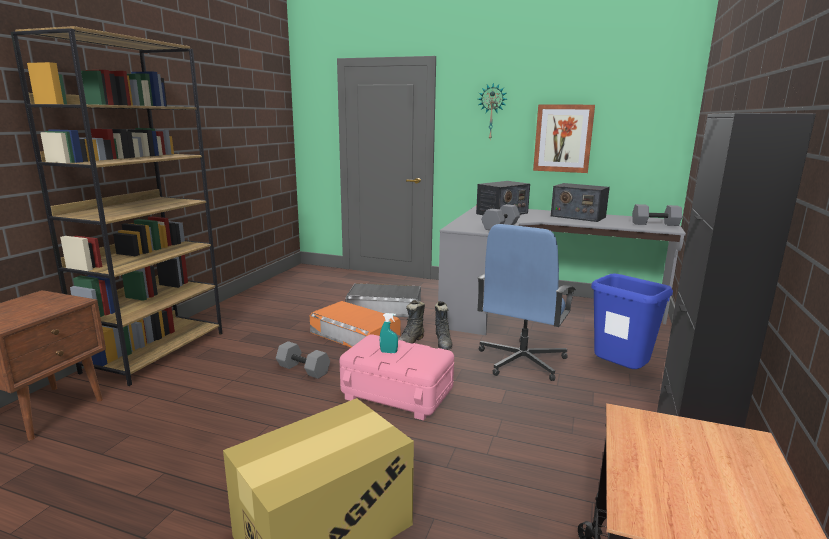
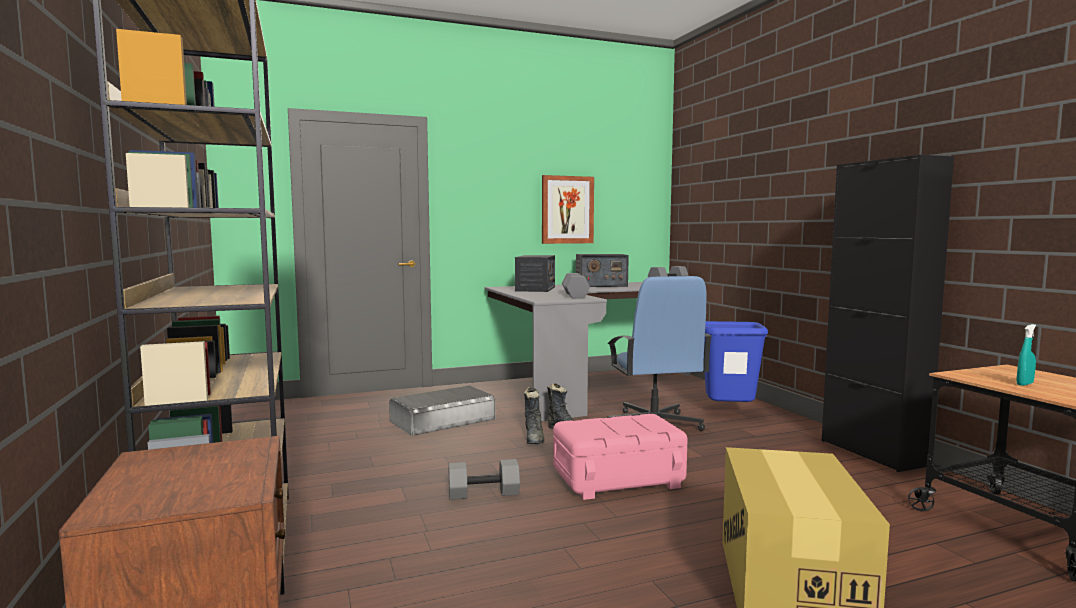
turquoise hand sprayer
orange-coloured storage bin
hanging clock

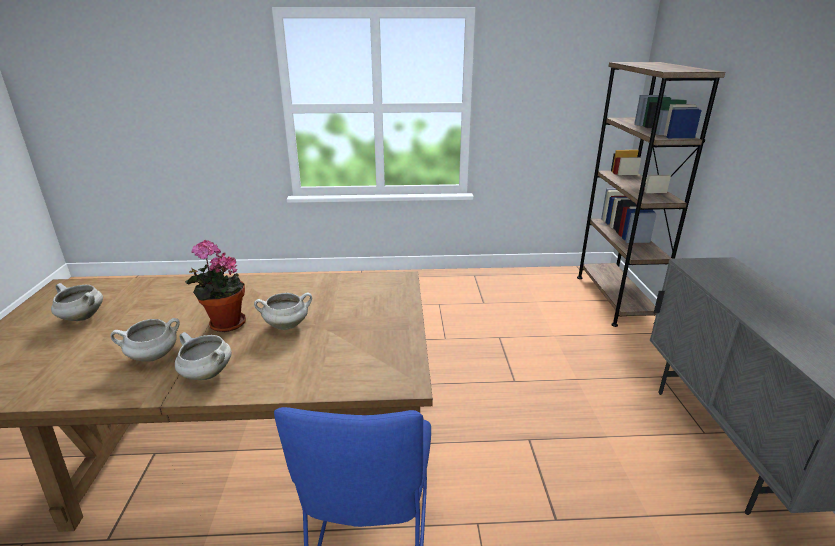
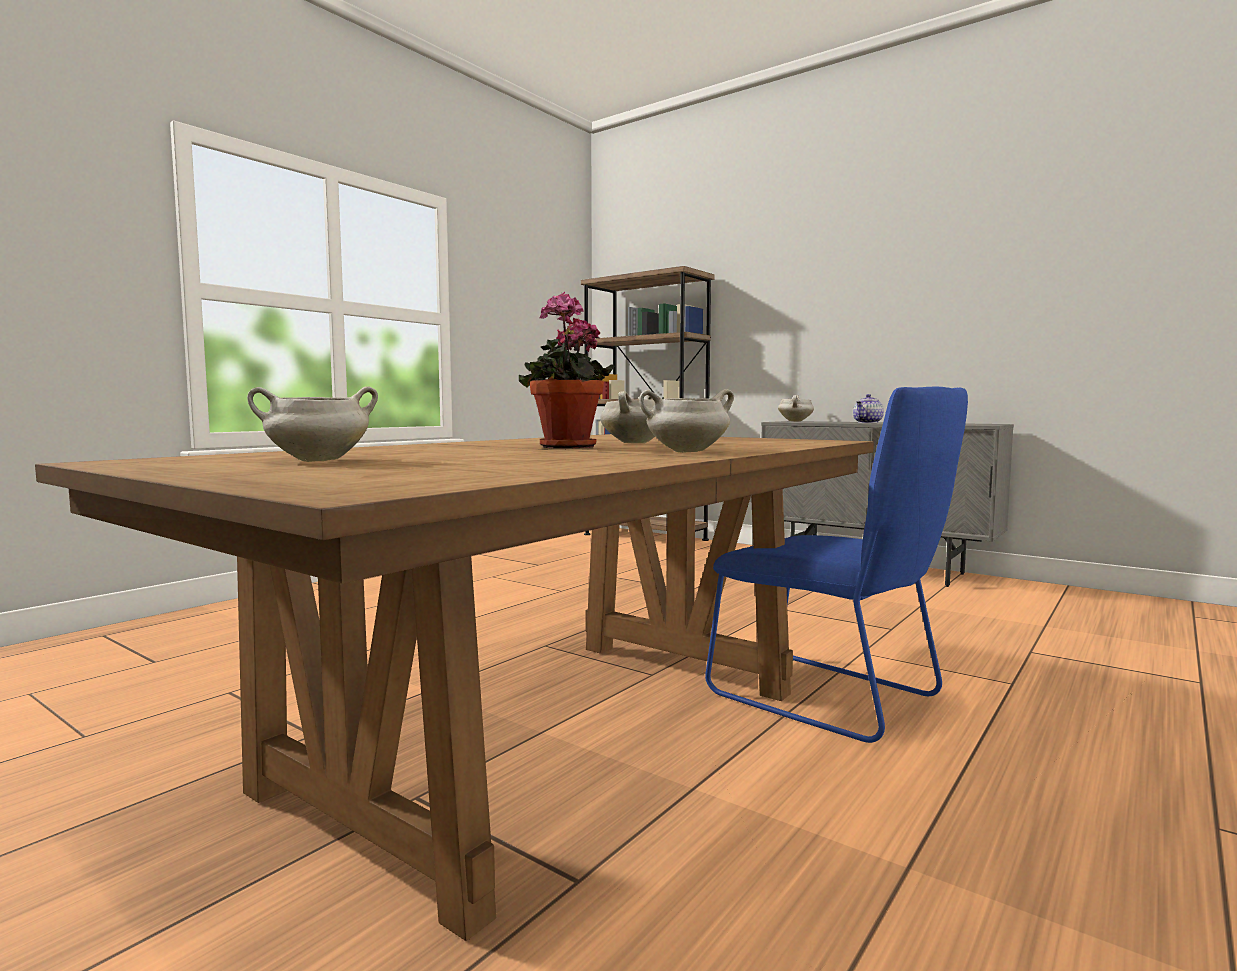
white cooking pot (4th from left)
pot for tea

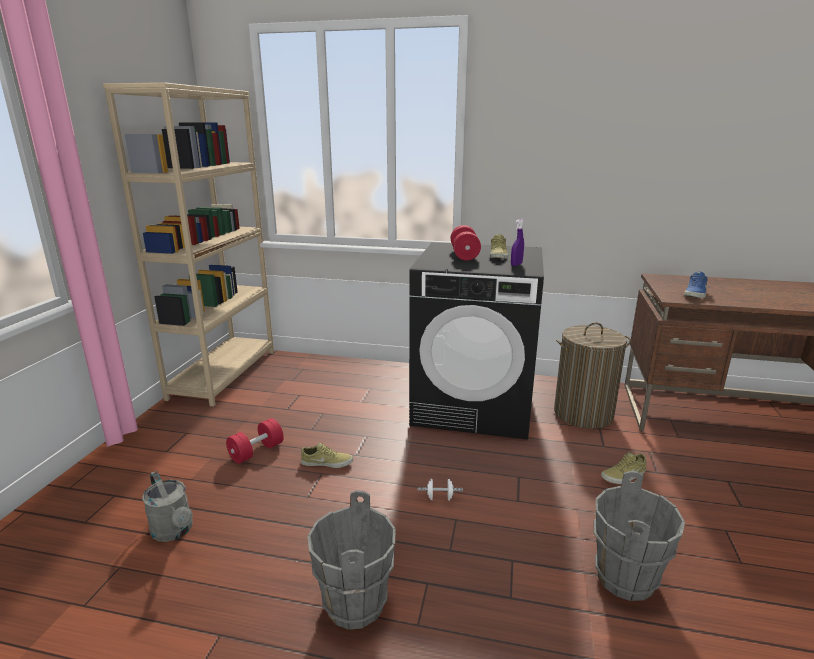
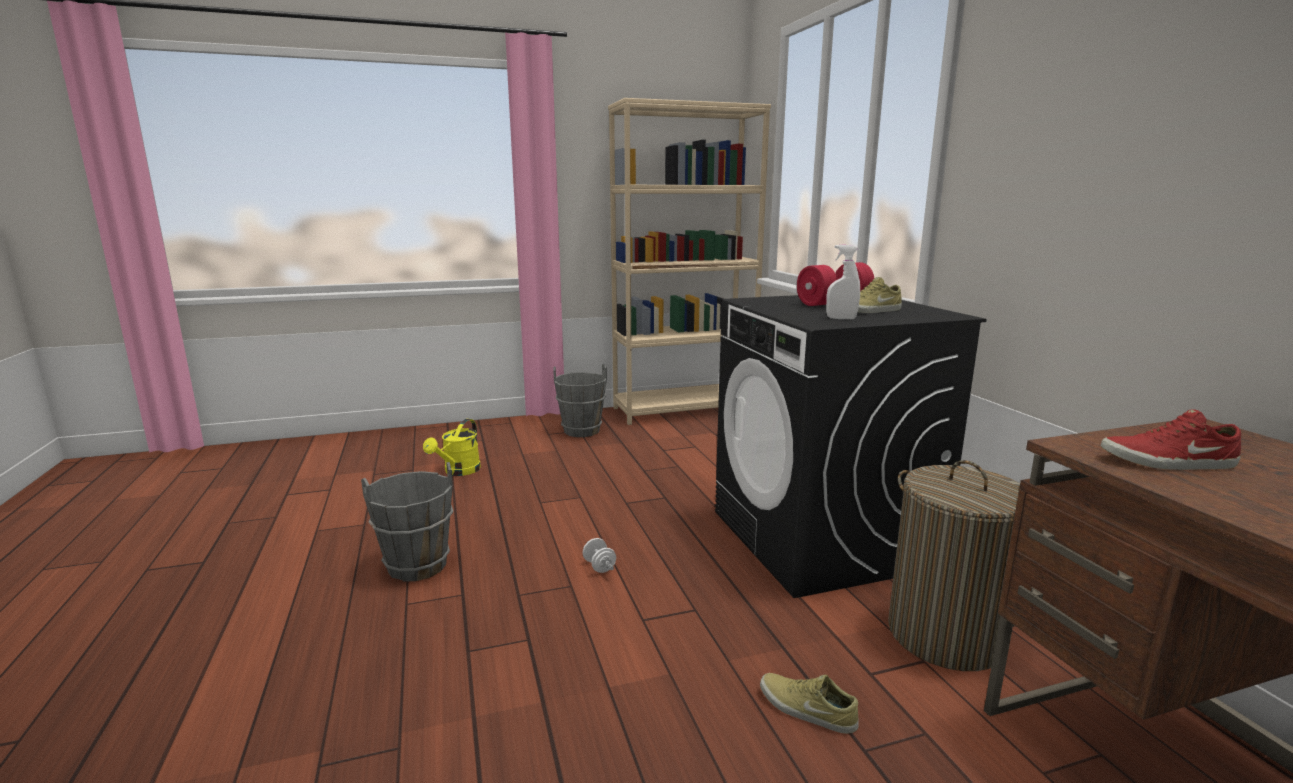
yellow-coloured watering can
greyish pail (2nd from left)
white hand sprayer
reddish item of footwear
reddish dumbbell (1st from left in the first image)
beige-coloured item of footwear (1st from left in the first image)

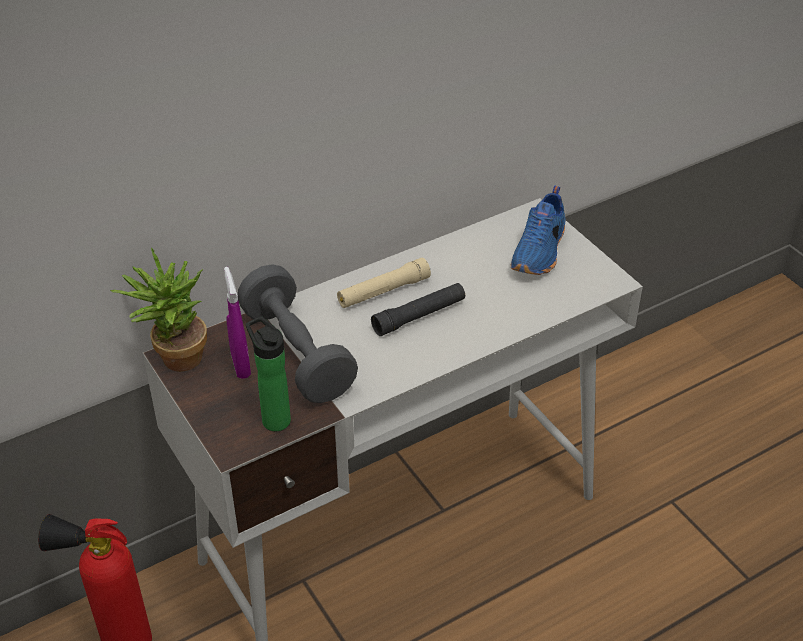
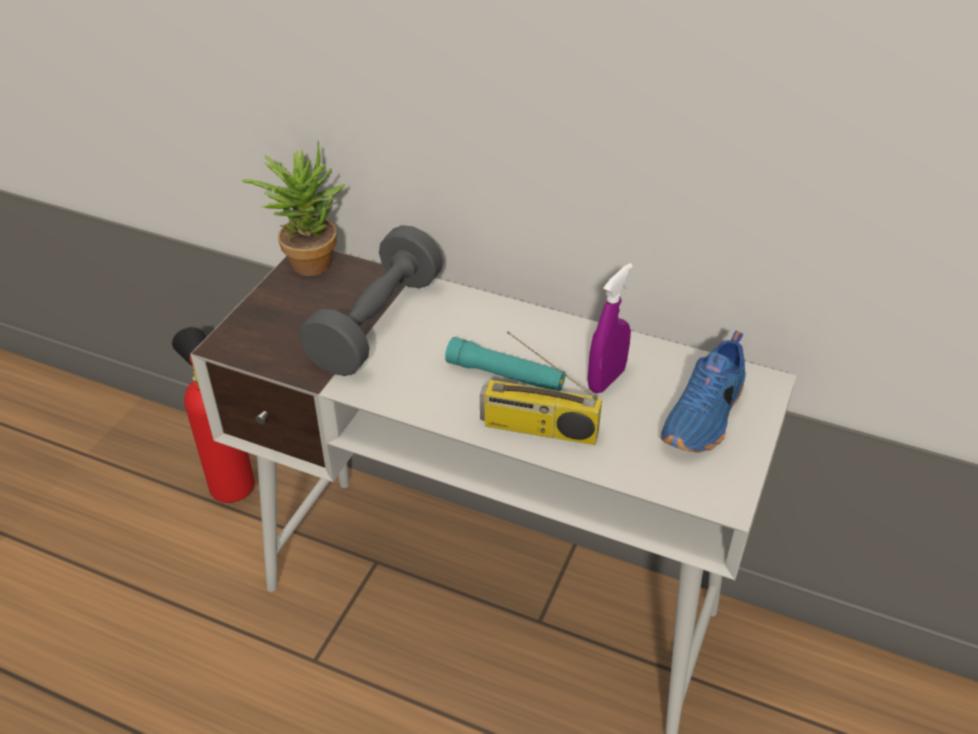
turquoise torch
radio
purple-coloured hand sprayer
blue-coloured item of footwear
drink bottle
beige-coloured torch

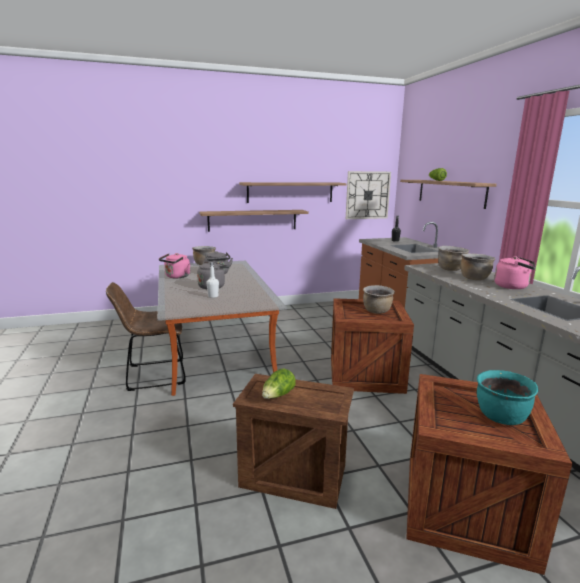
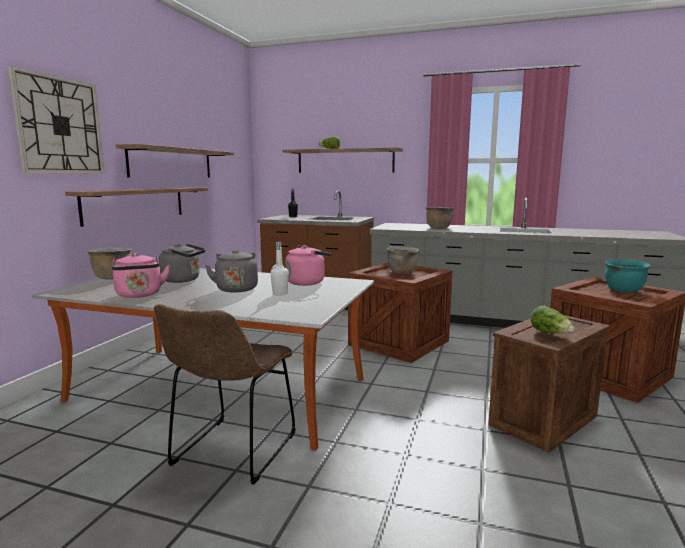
hanging clock
pink-coloured water kettle (2nd from left)
brownish cooking pot (3rd from left in the first image)

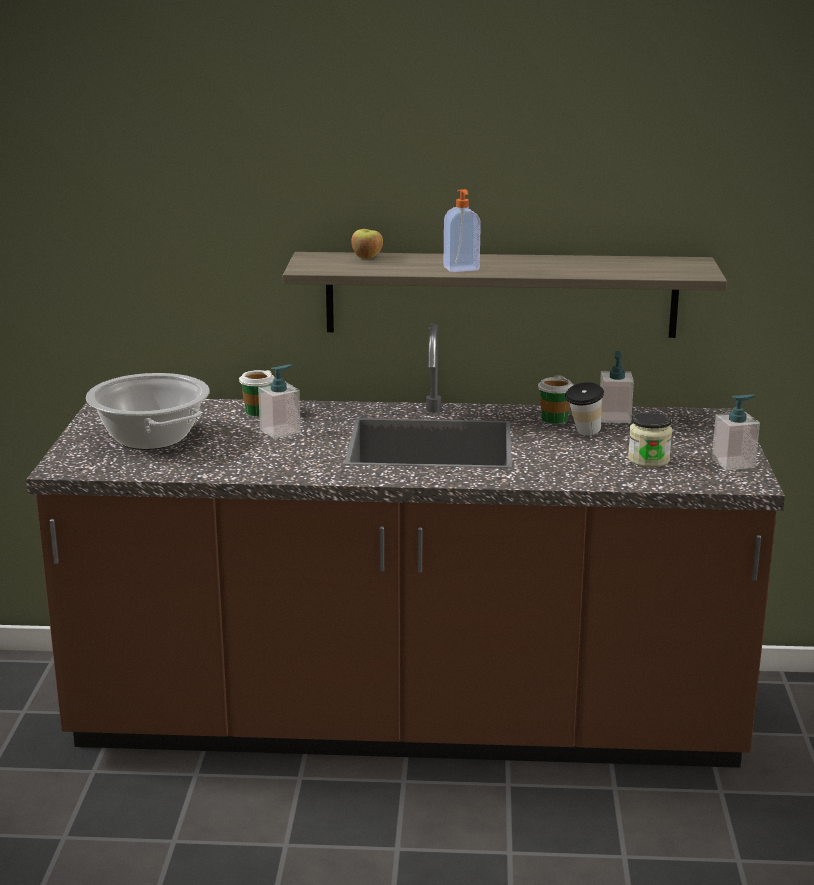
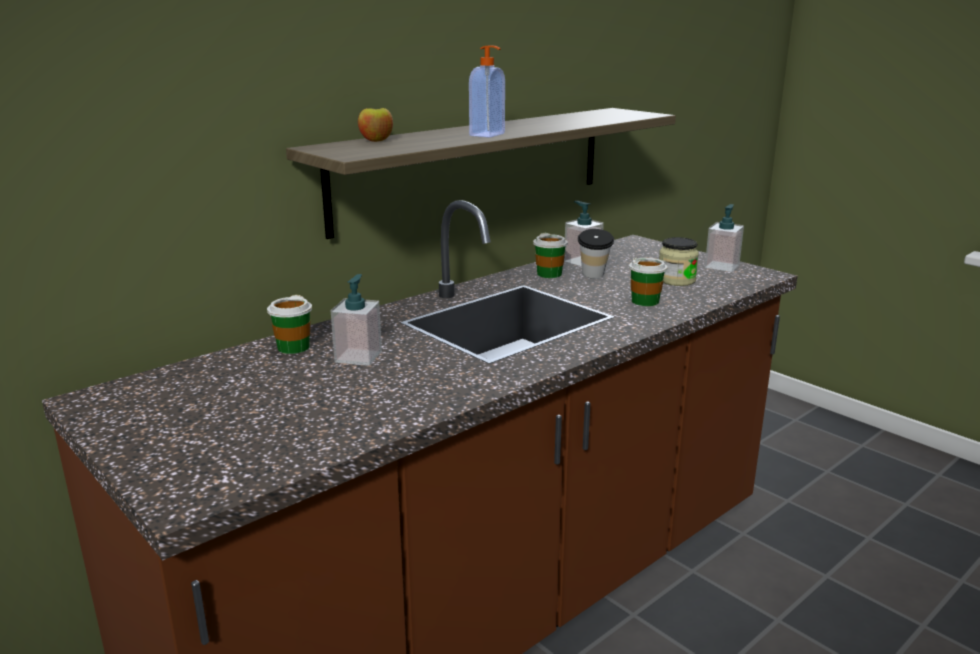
cup (4th from left)
cooking pot

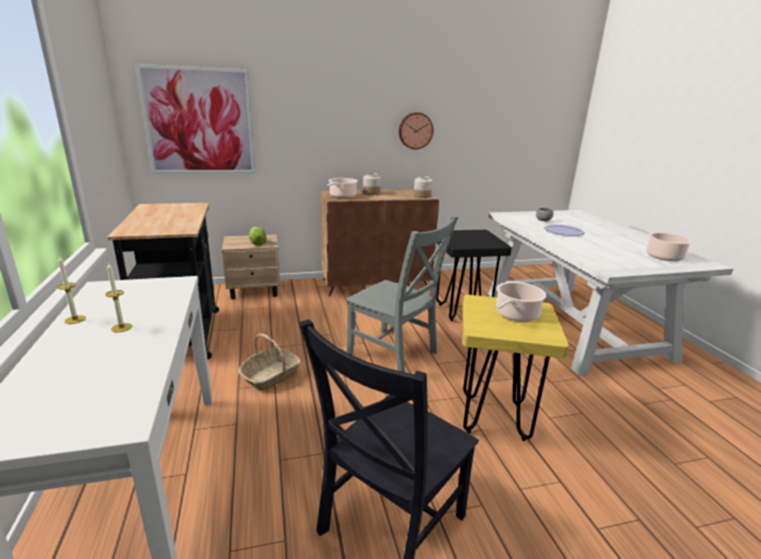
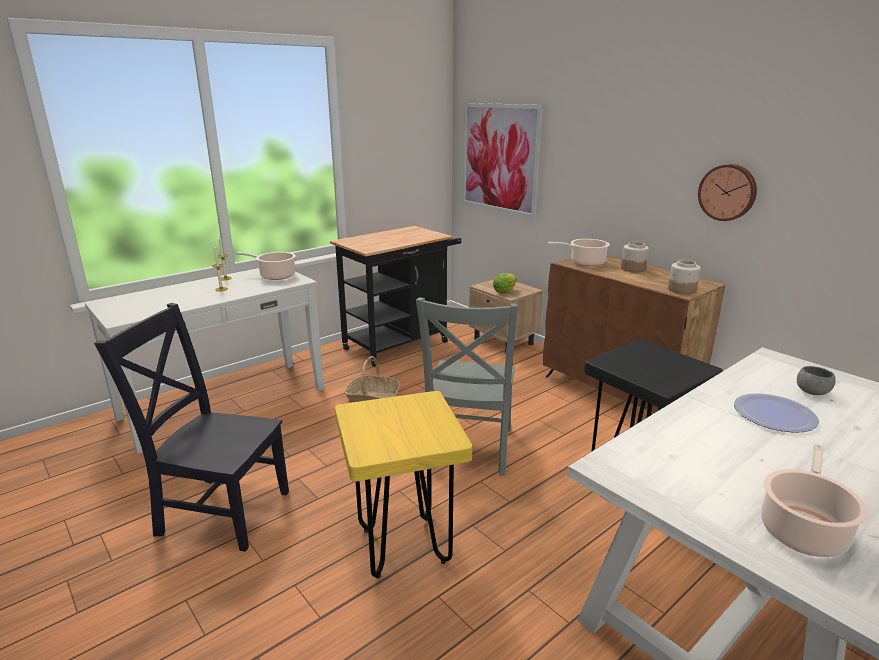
cooking pot (1st from left)

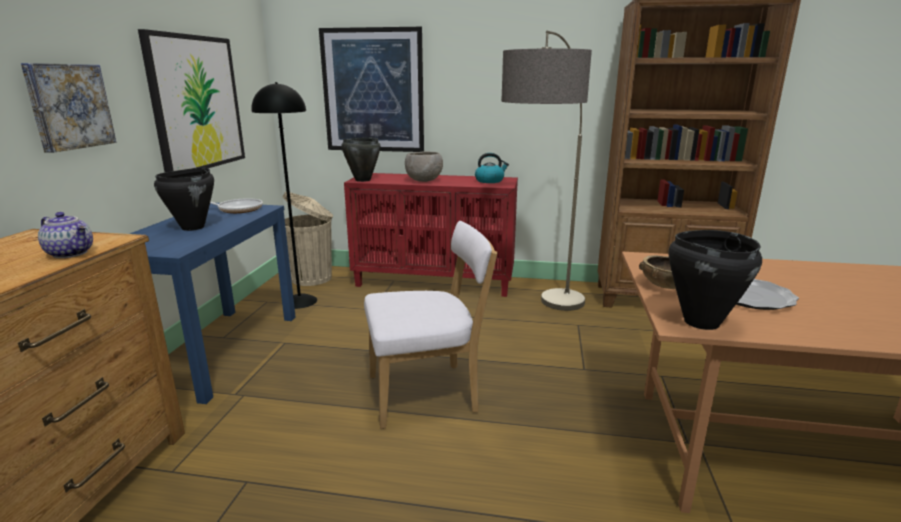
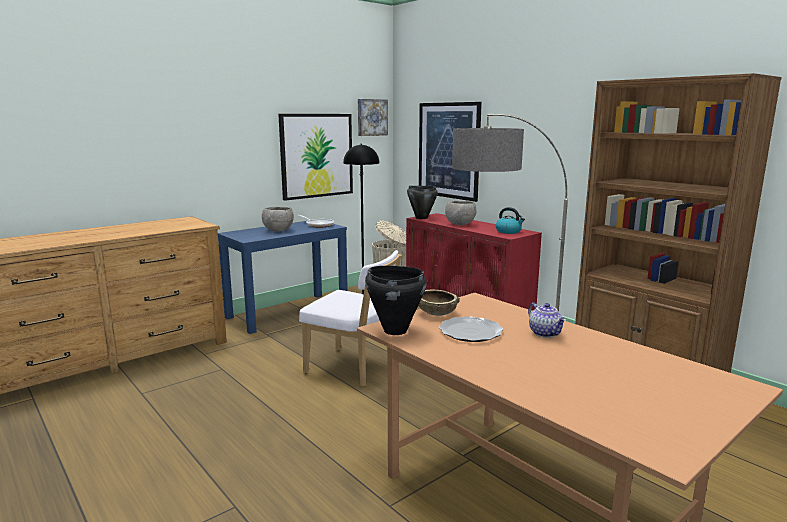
greyish serving bowl (1st from left)
wall picture (2nd from left)
pot for tea

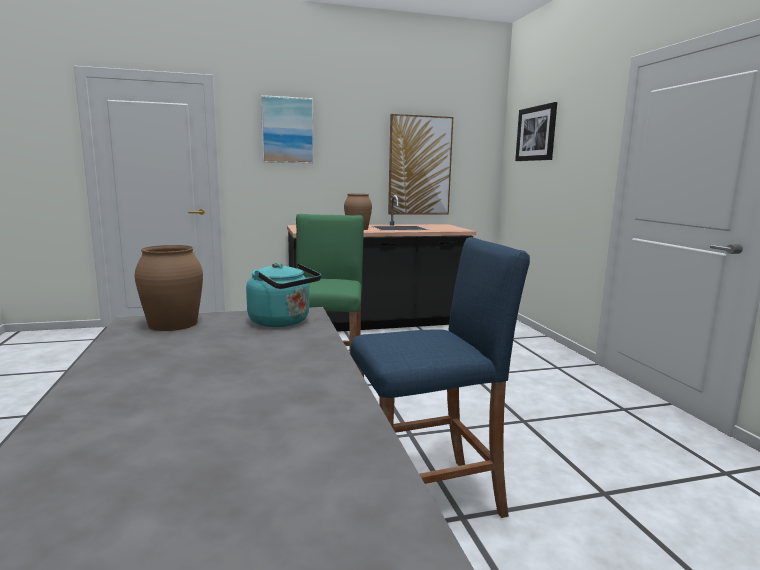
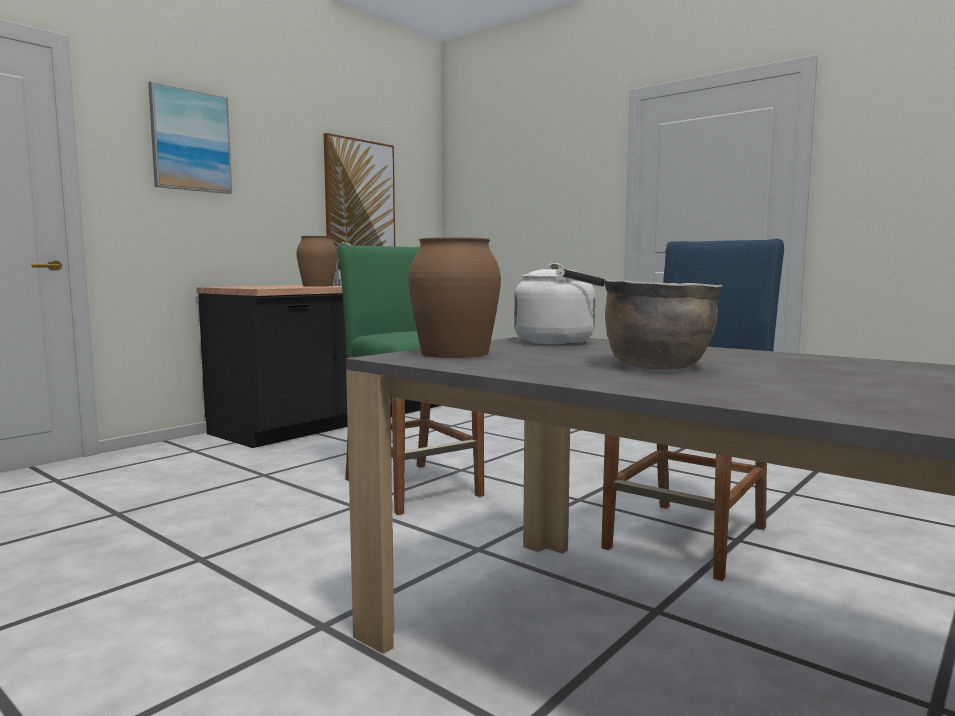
white water kettle
brownish cooking pot
wall picture (3rd from left in the first image)

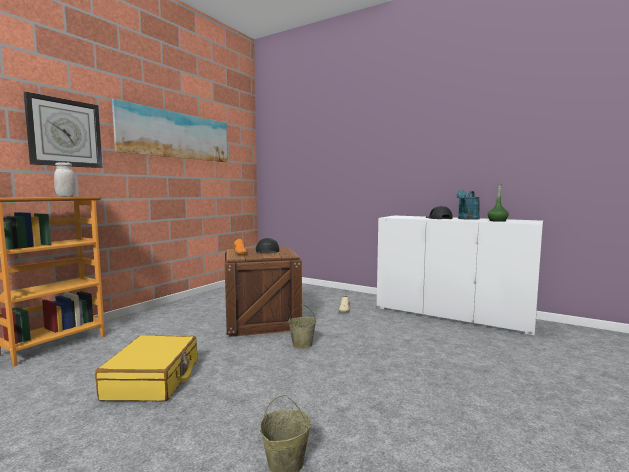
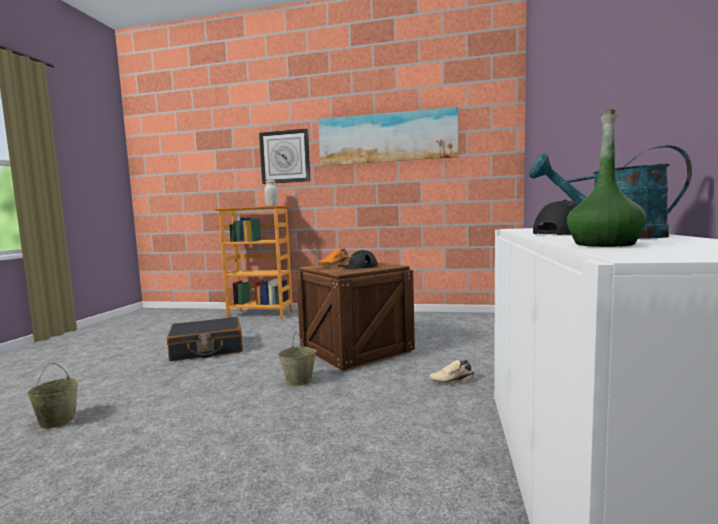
black-coloured suitcase

